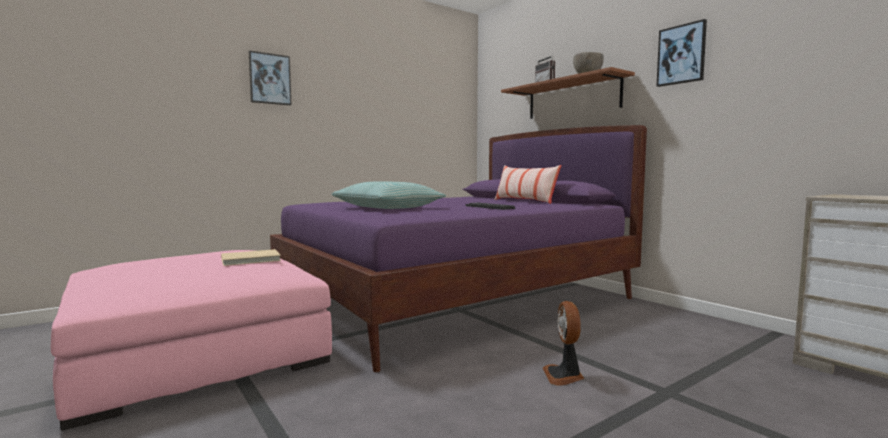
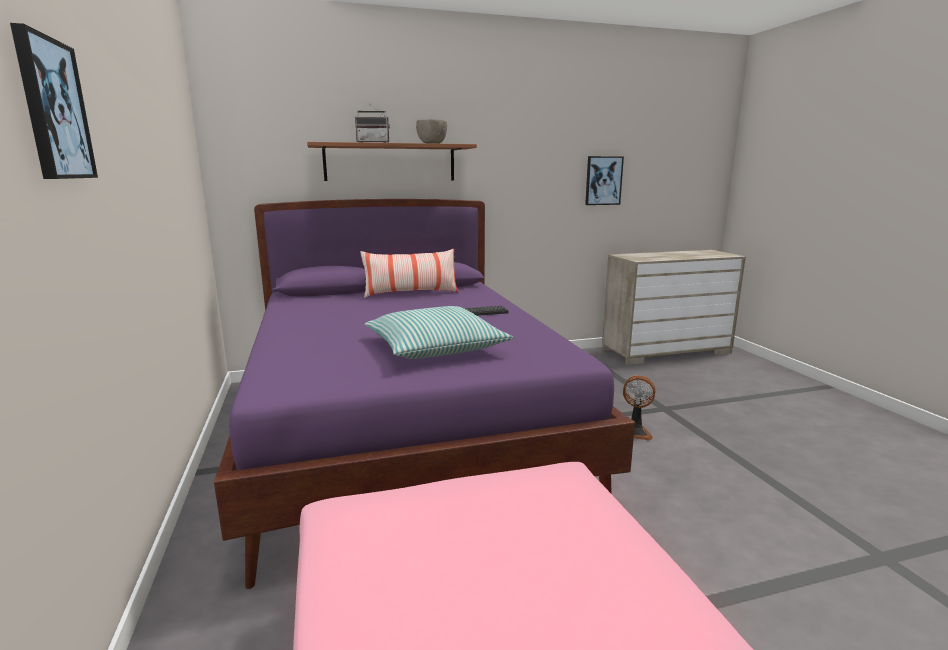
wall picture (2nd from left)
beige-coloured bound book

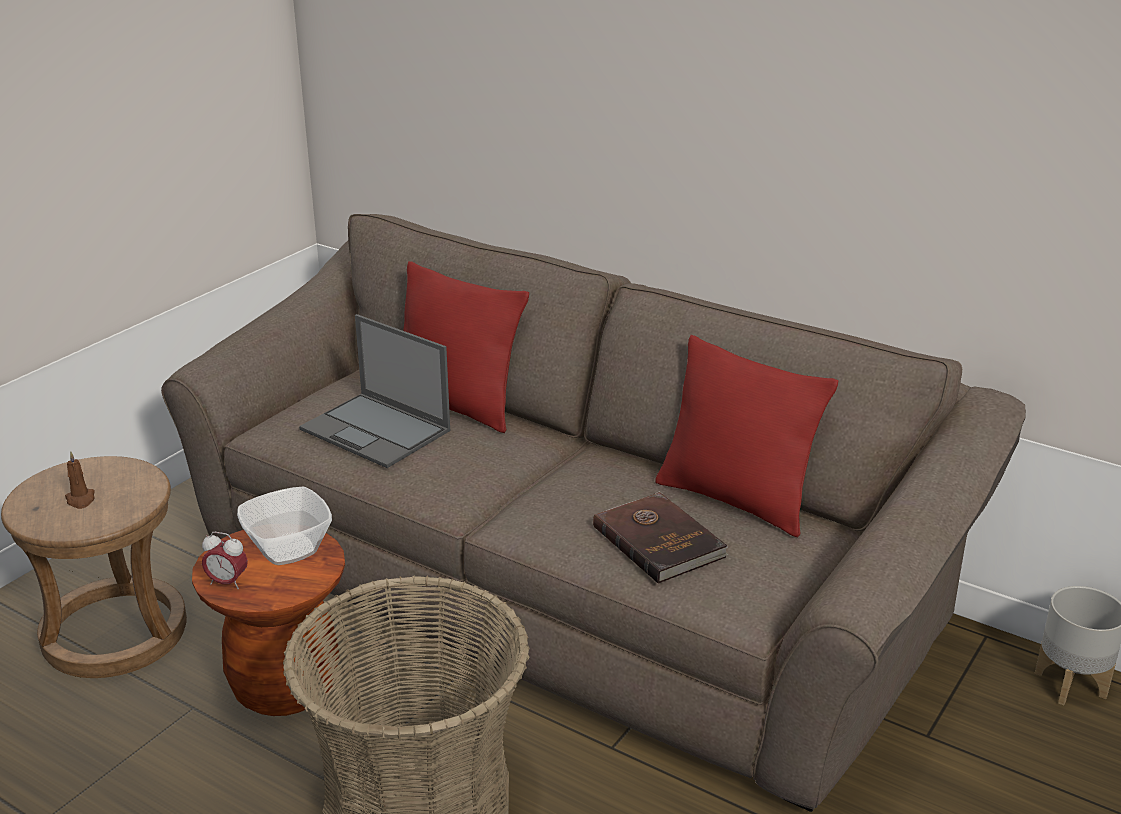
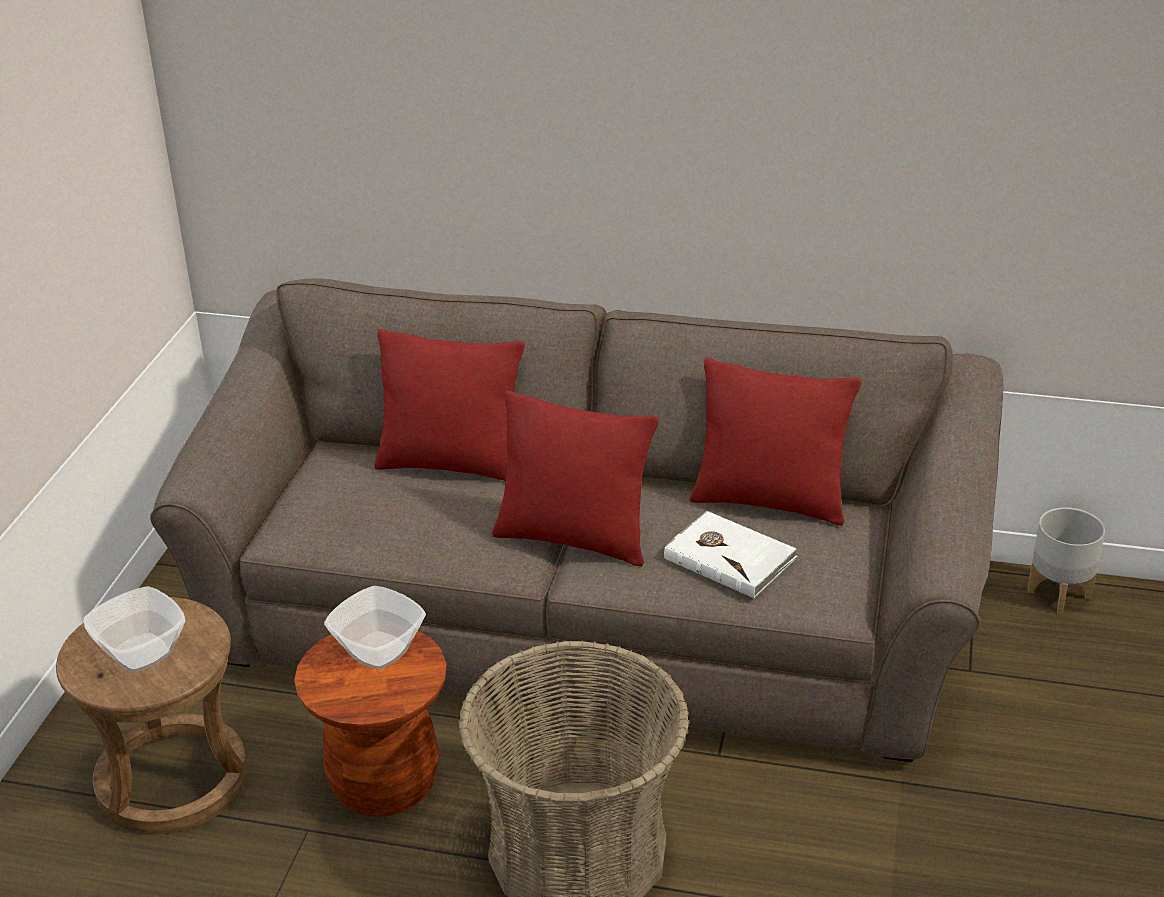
serving bowl (1st from left)
reddish cushion (2nd from left)
white bound book
alarm clock
laptop

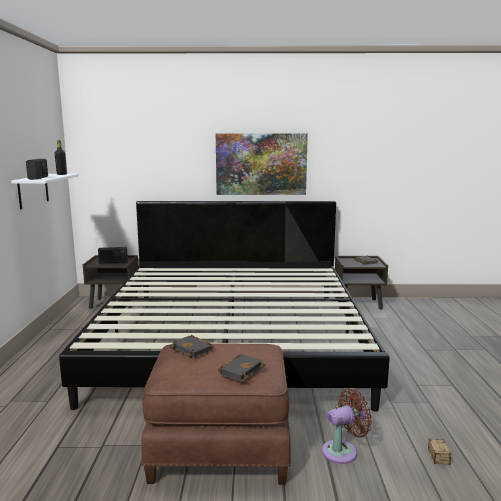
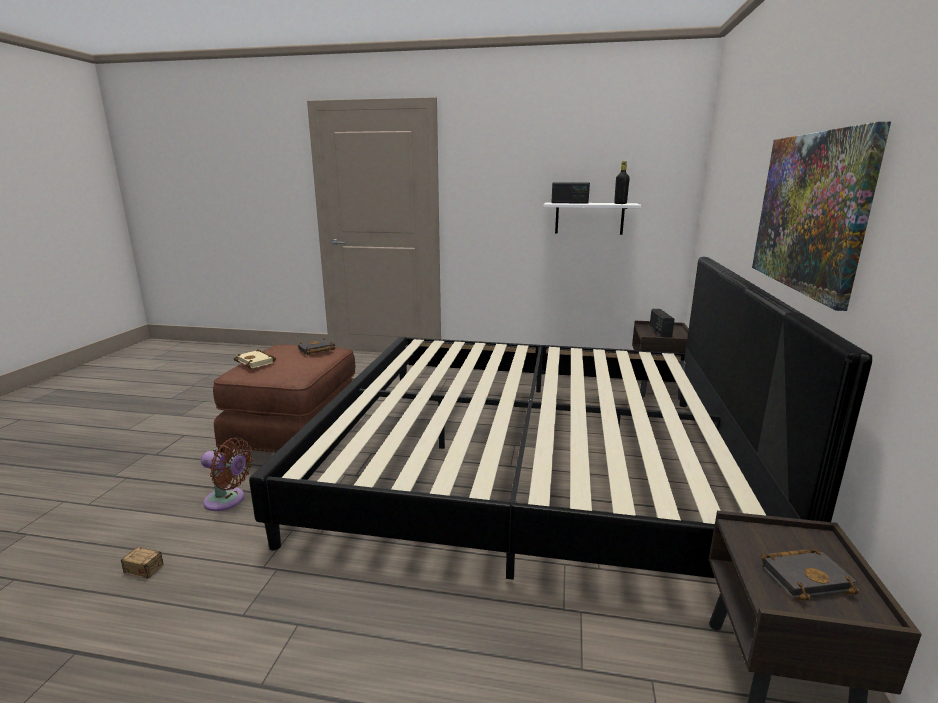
brownish fan
beige-coloured bound book

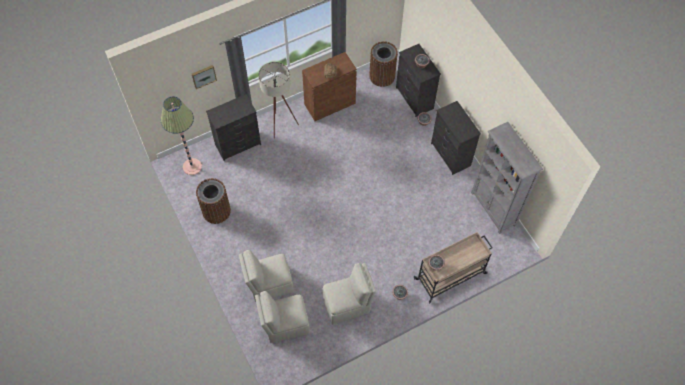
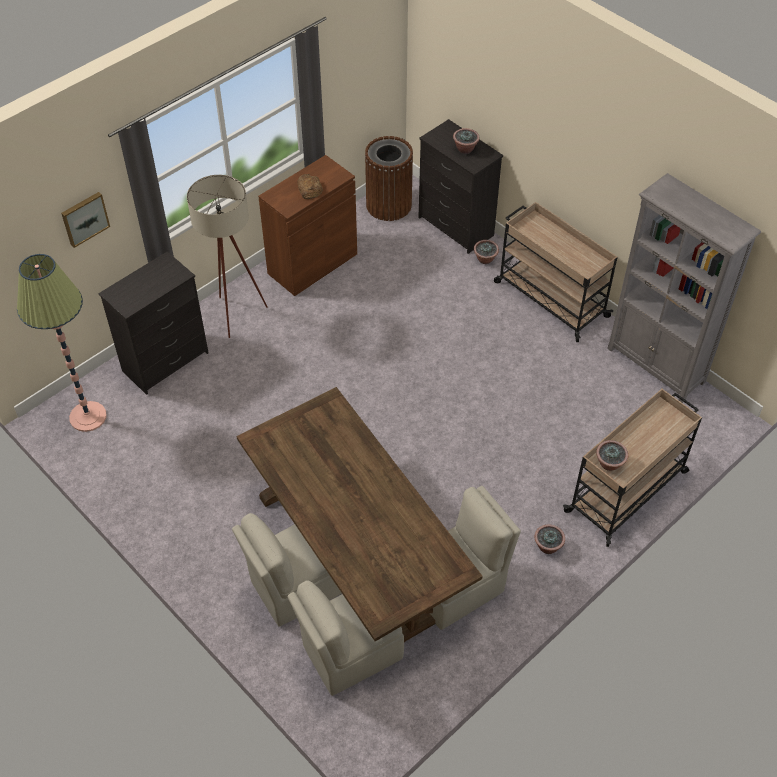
brownish dining table
beige-coloured wheeled cart (1st from left)
brownish trash can (1st from left in the first image)

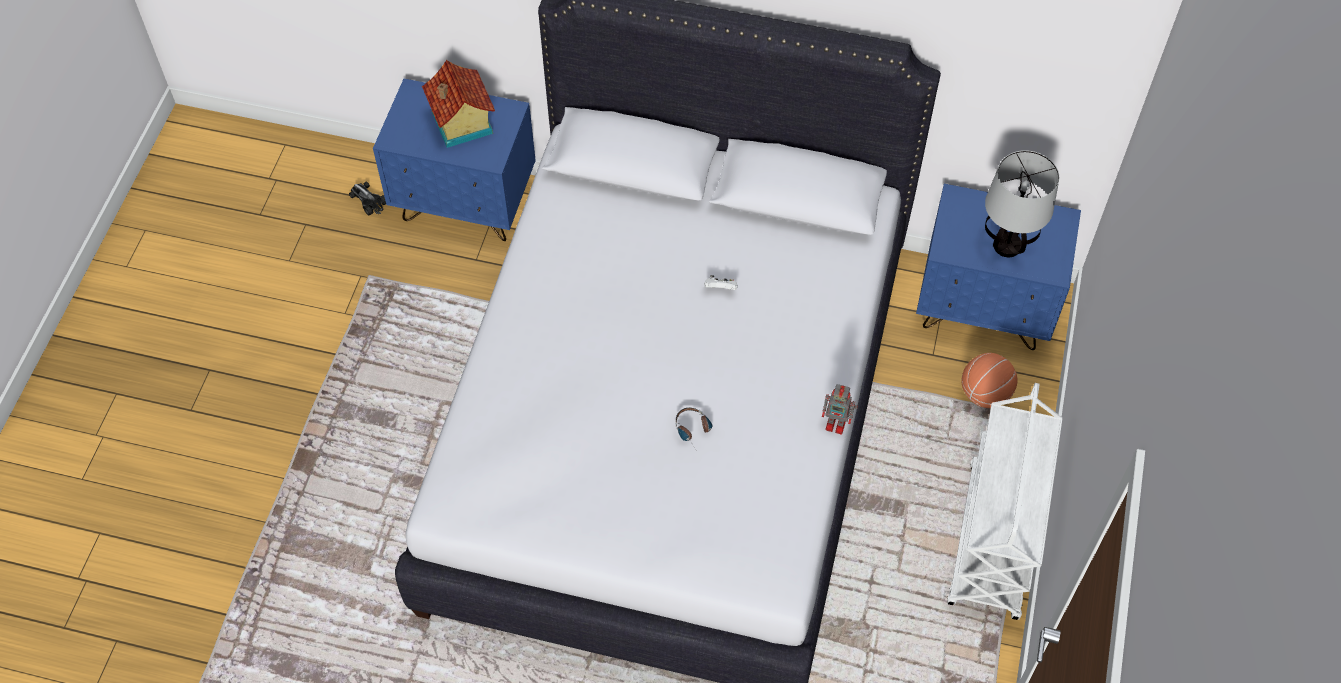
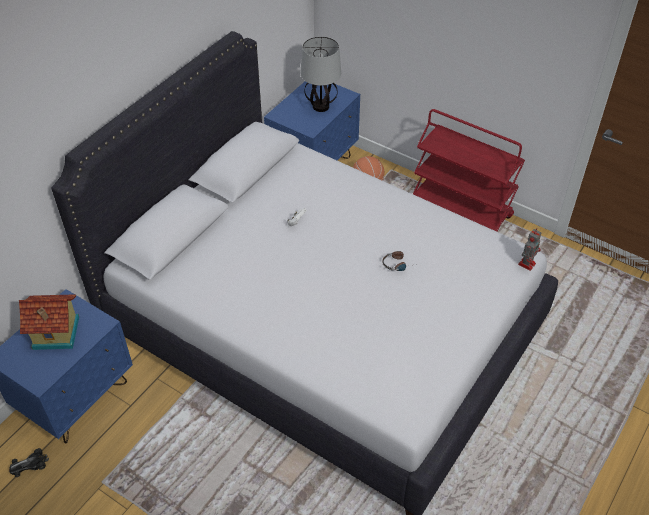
reddish wheeled cart
robot figure

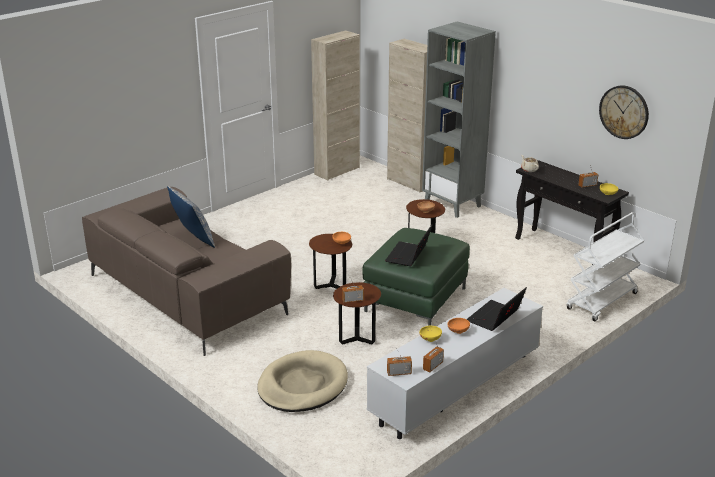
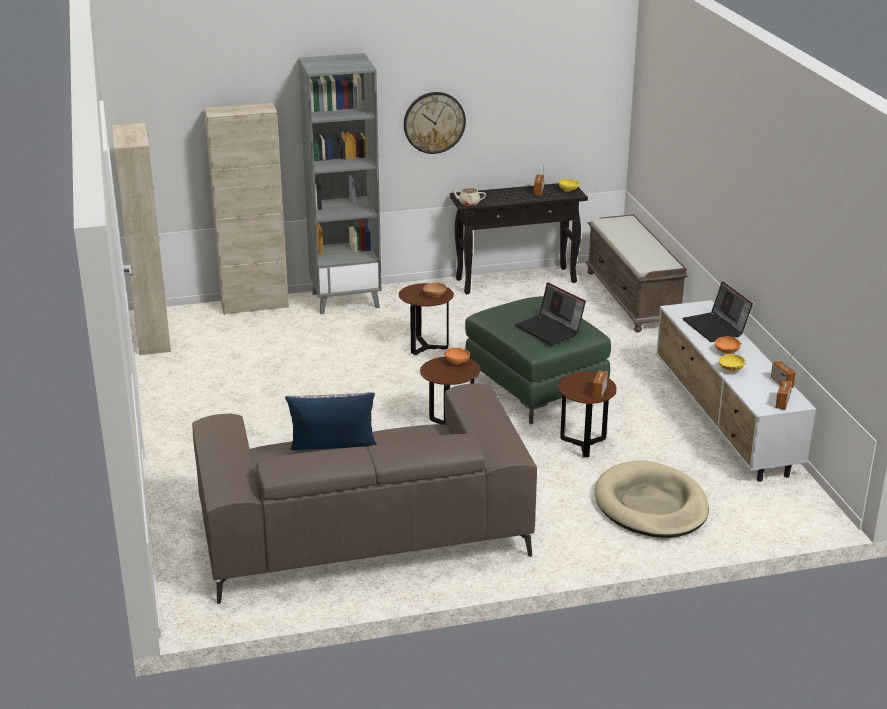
hanging clock
brownish indoor bench

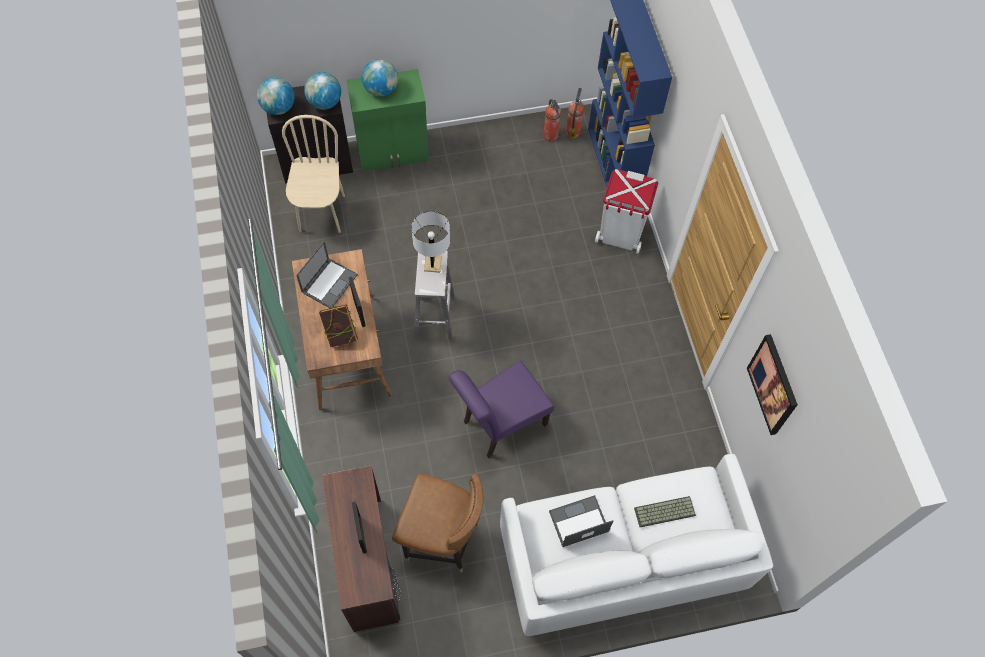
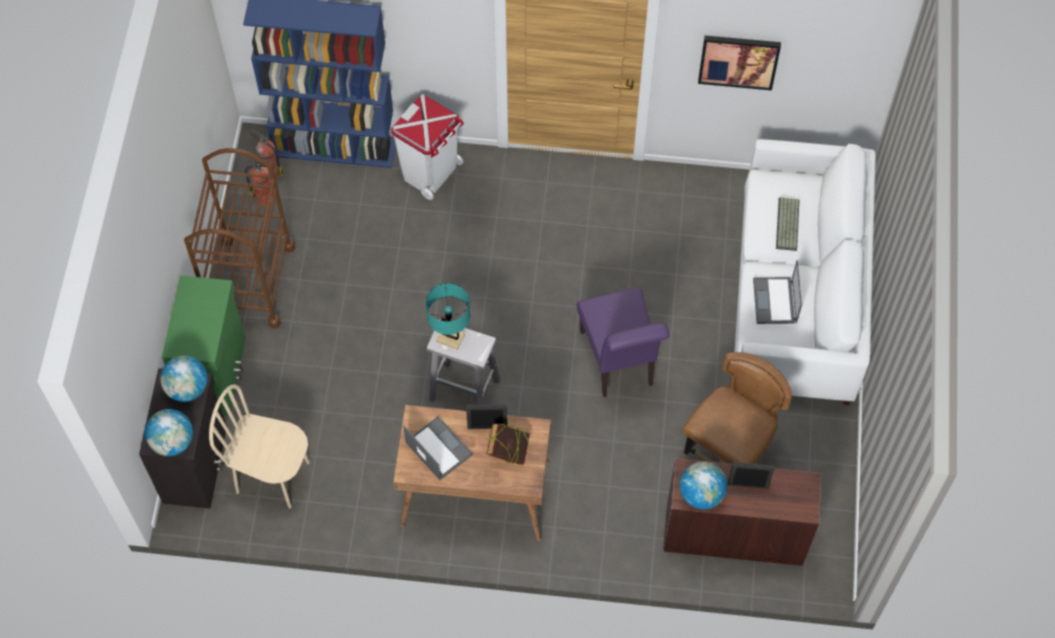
brownish wheeled cart
turquoise tabletop lamp
globe (3rd from left)

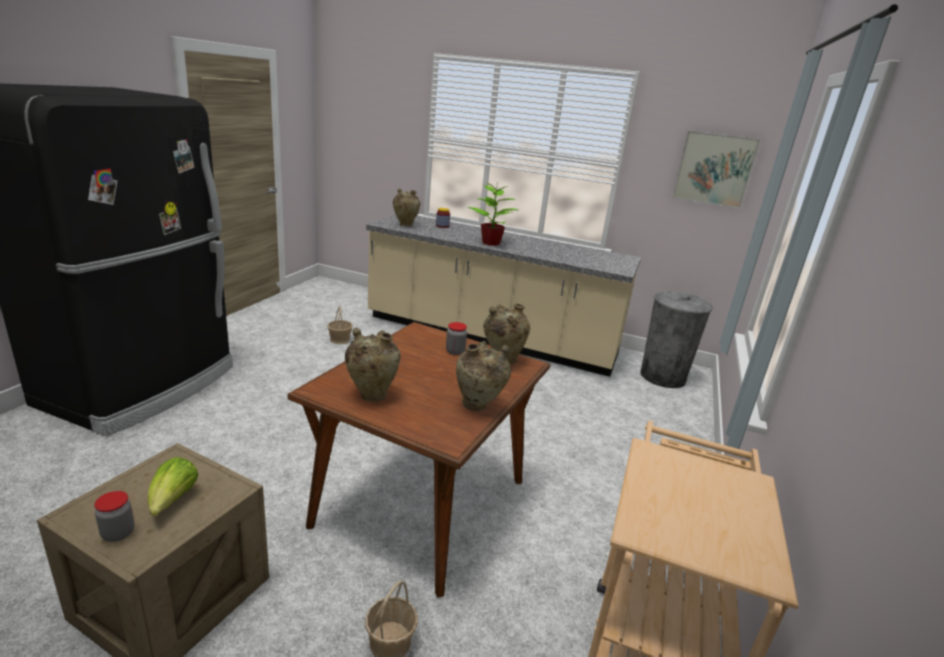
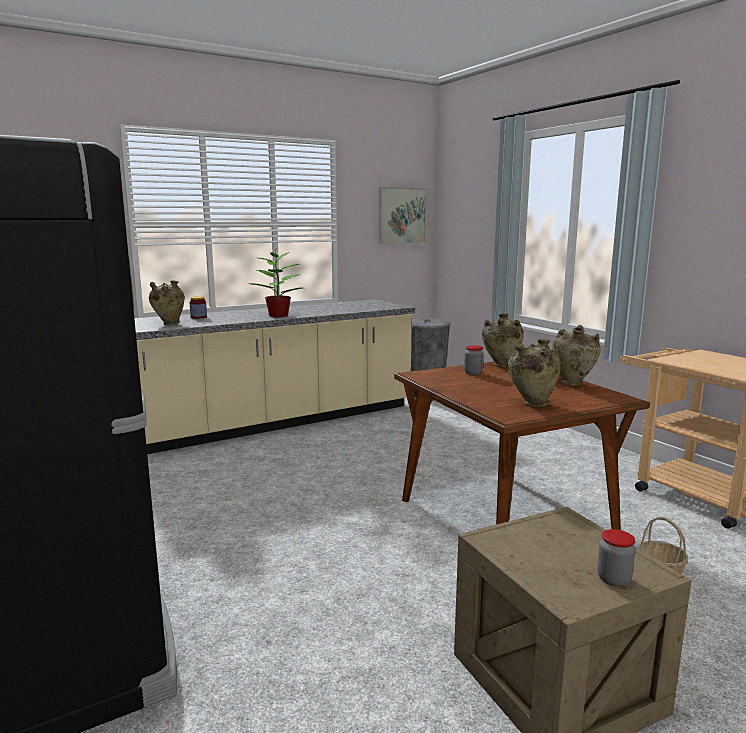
lettuce
storage basket (1st from left in the first image)

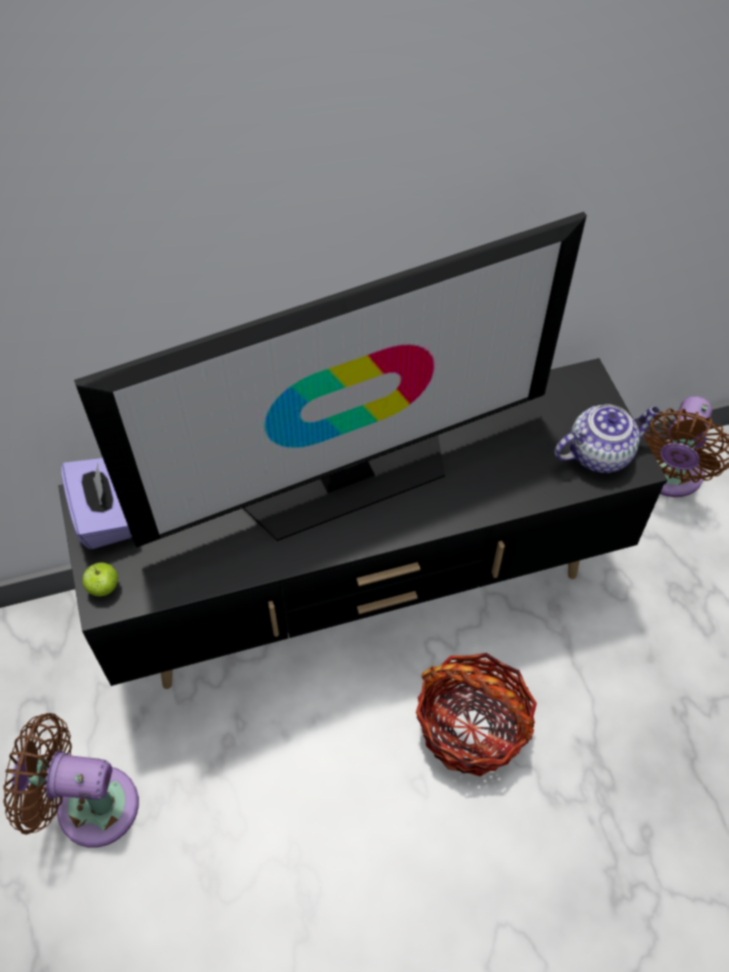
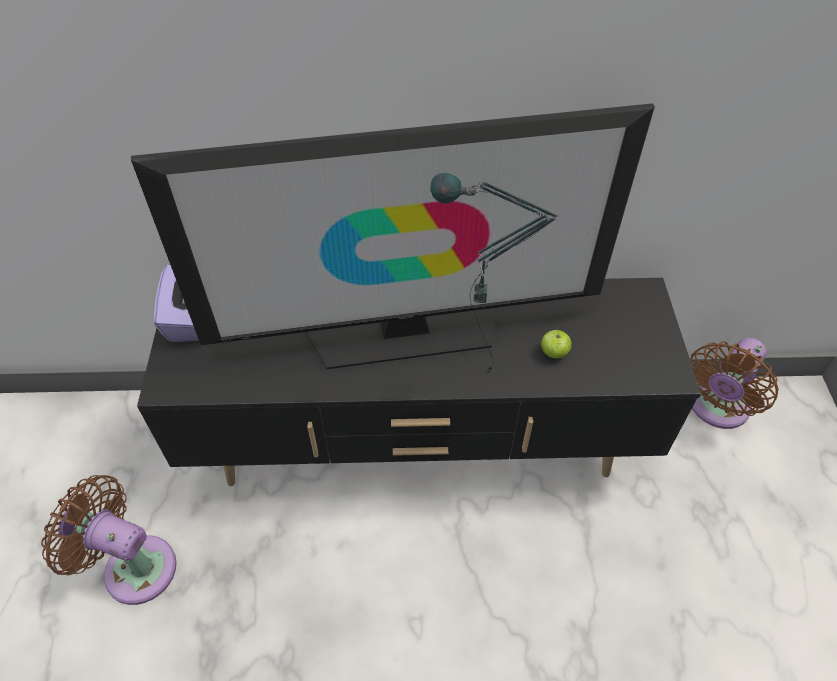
tabletop lamp
apple
storage basket
pot for tea

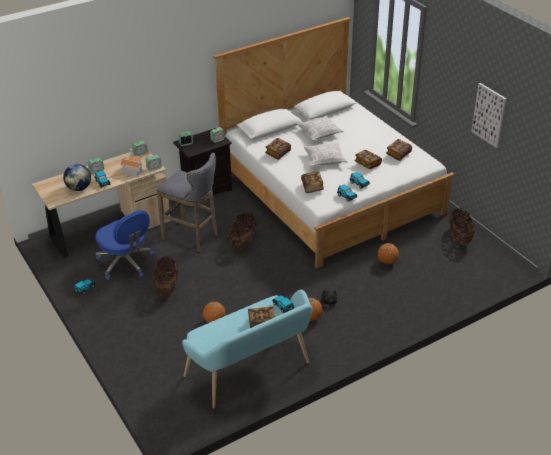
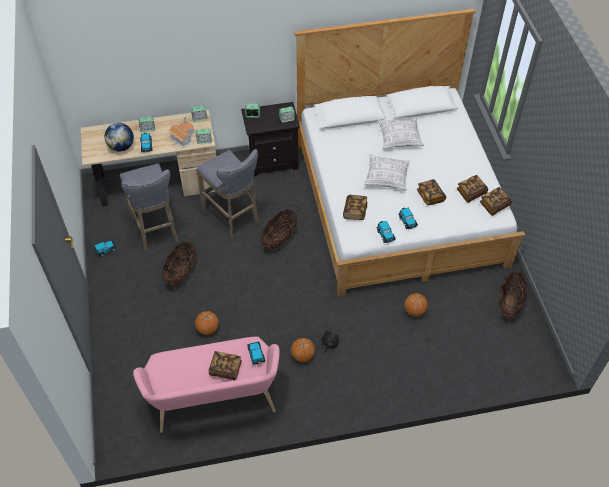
greyish stool seat (1st from left)
pink-coloured indoor bench
bound book (5th from left)
wall picture

